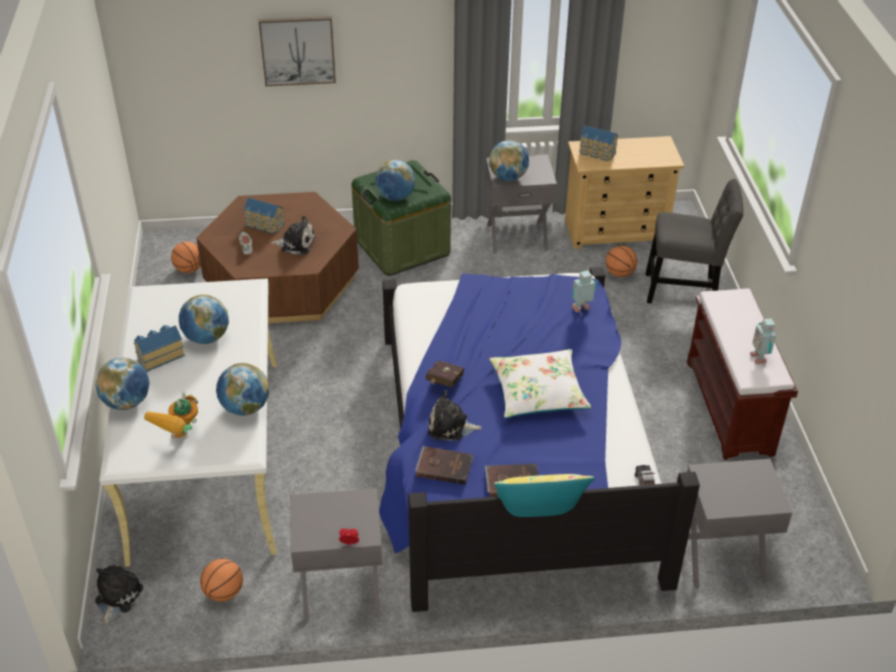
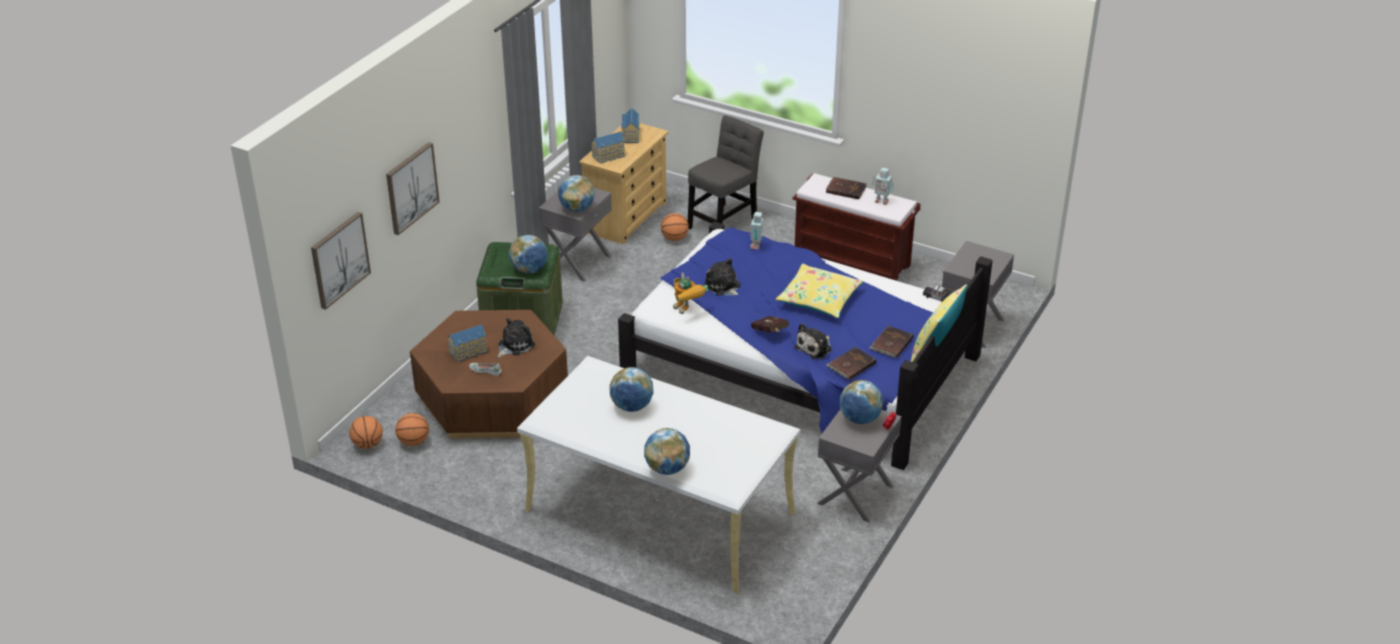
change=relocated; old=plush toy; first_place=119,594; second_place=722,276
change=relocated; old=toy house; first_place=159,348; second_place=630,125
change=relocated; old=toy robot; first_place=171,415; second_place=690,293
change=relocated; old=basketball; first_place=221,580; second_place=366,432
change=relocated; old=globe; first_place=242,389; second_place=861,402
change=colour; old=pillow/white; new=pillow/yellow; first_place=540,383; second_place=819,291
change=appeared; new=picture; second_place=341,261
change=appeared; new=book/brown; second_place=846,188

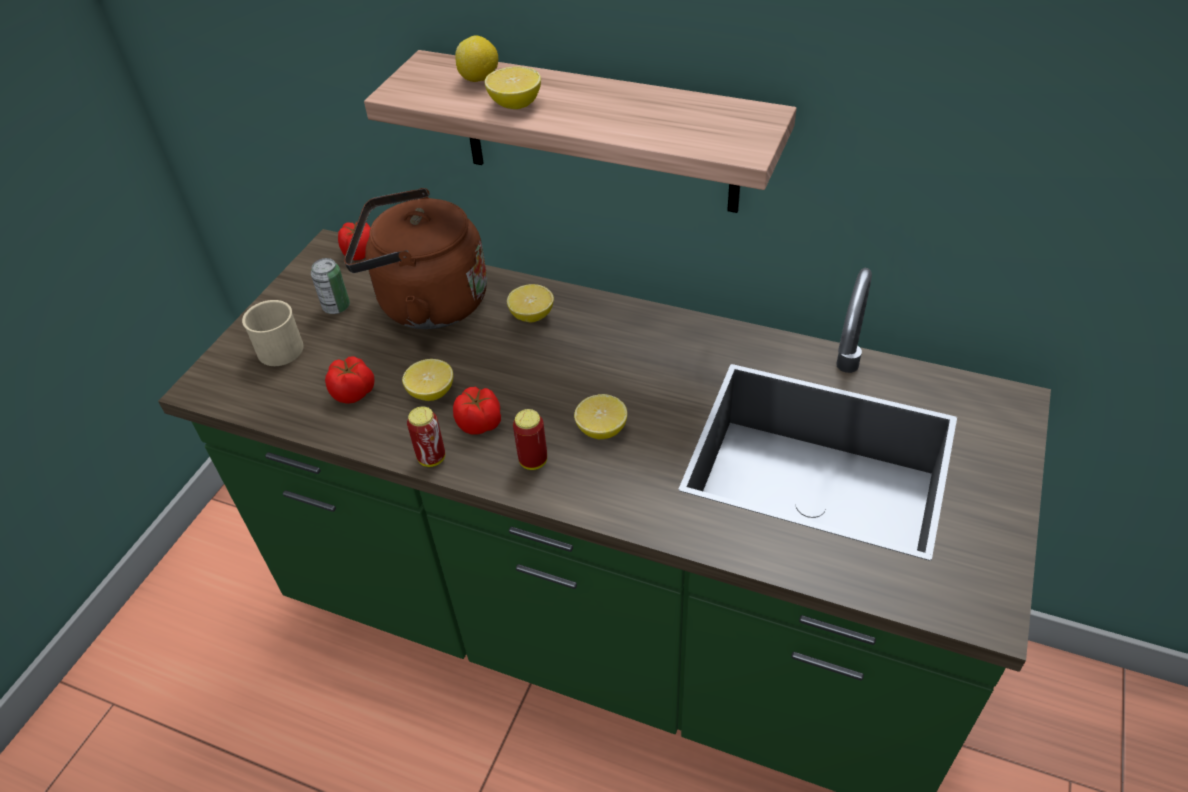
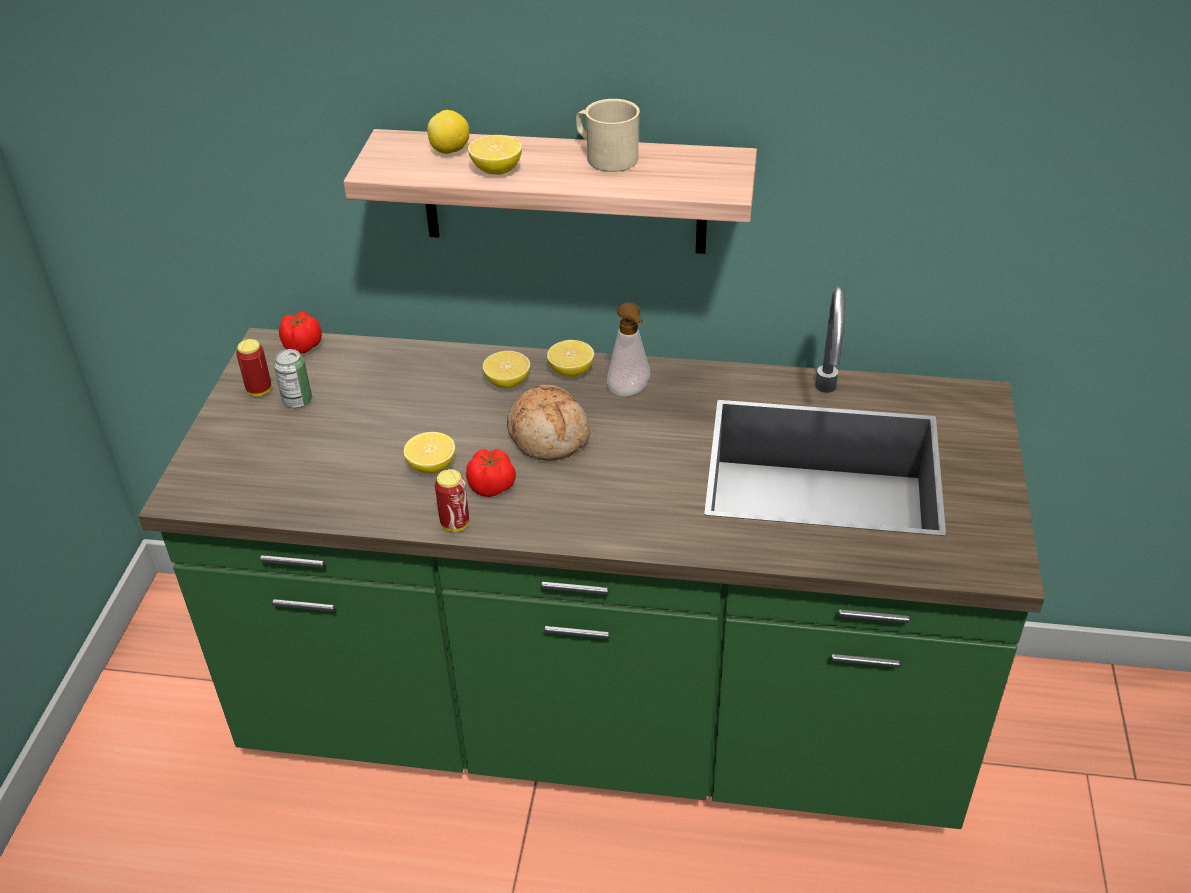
change=relocated; old=mug/beige; first_place=273,333; second_place=608,135
change=missing; old=tomato; first_place=350,380
change=missing; old=kettle/brown; first_place=415,258
change=relocated; old=can; first_place=530,439; second_place=254,367
change=relocated; old=lemon; first_place=600,416; second_place=570,358
change=appeared; new=bread; second_place=549,423
change=appeared; new=soap dispenser; second_place=628,349

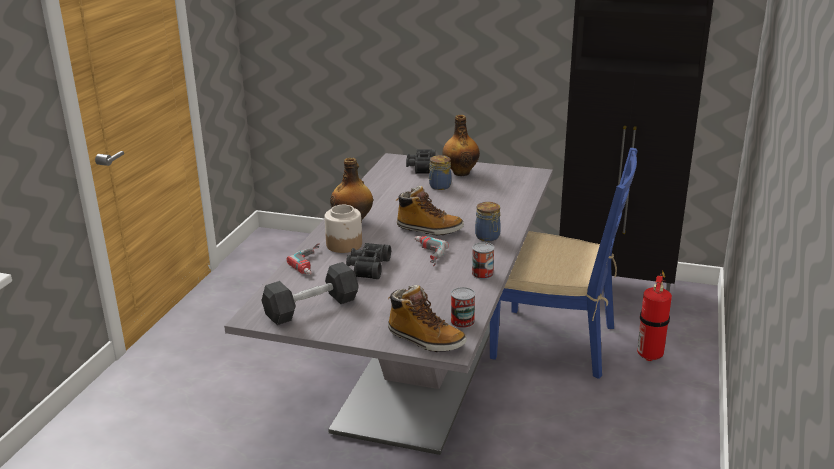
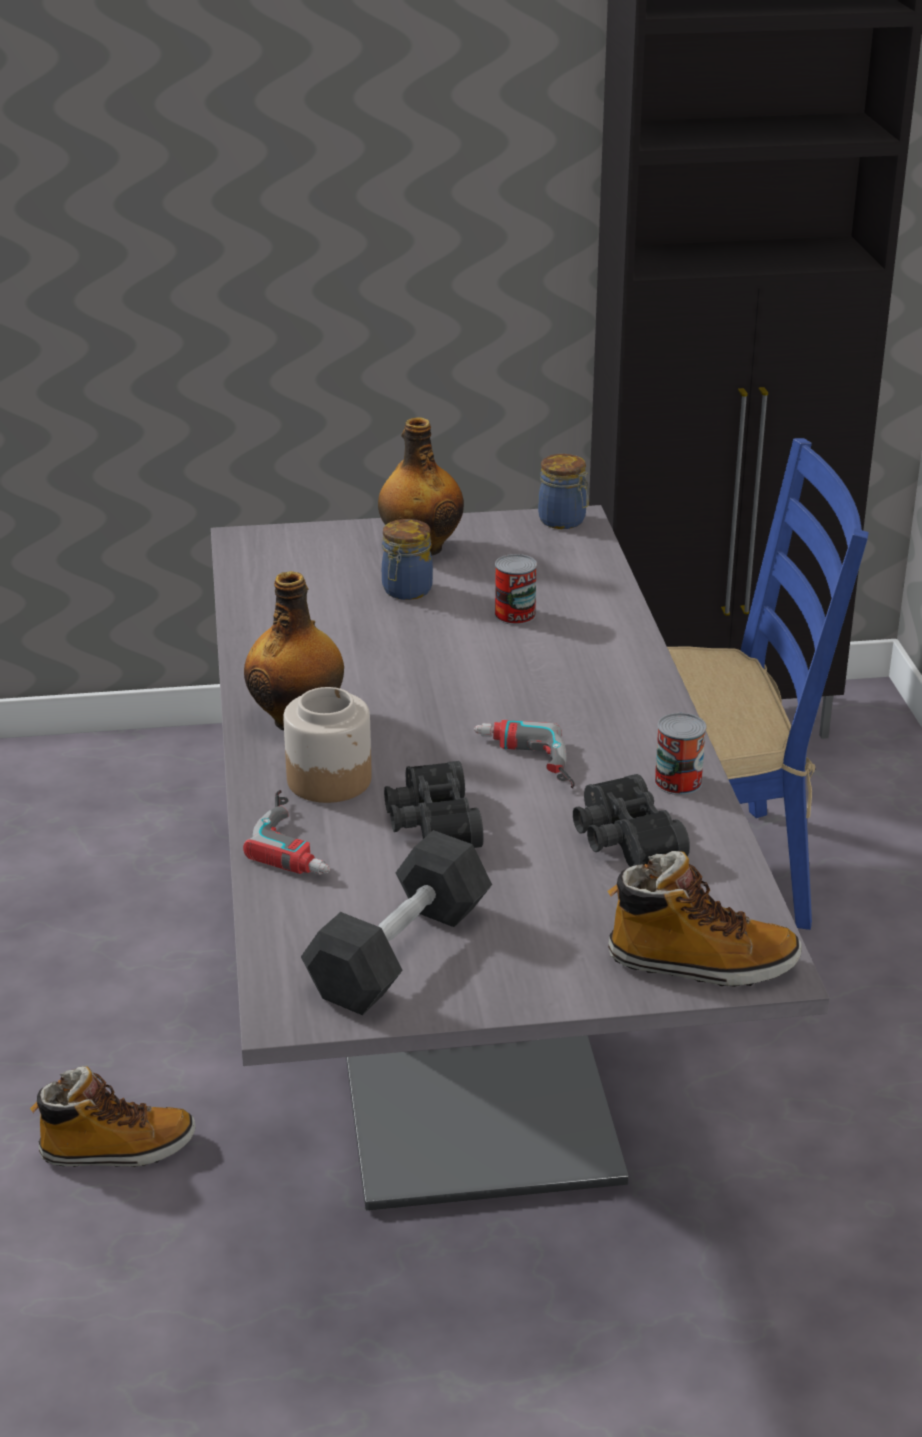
change=relocated; old=boot; first_place=430,211; second_place=112,1116
change=relocated; old=binoculars/black; first_place=420,161; second_place=631,820
change=relocated; old=can; first_place=463,307; second_place=516,589
change=relocated; old=jar; first_place=488,221; second_place=563,491
change=missing; old=fire extinguisher; first_place=654,316

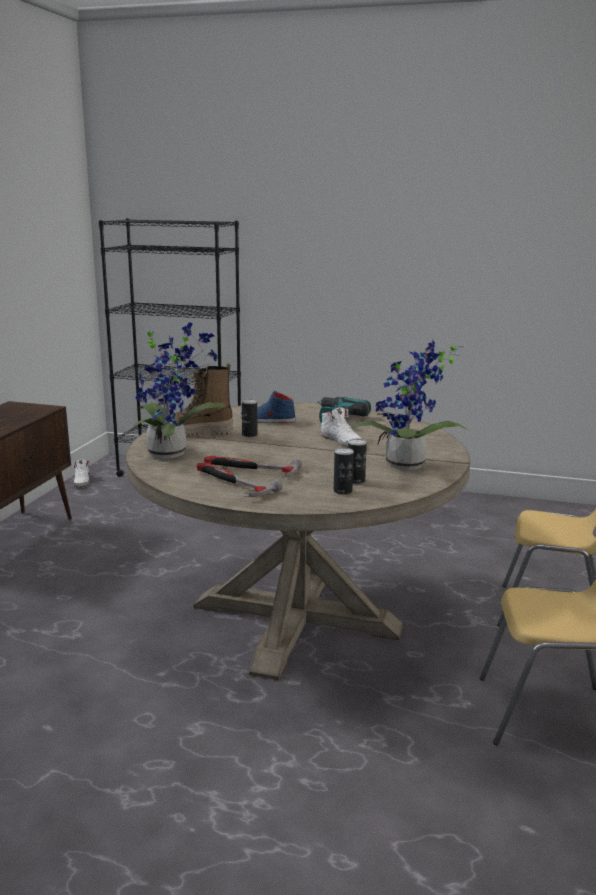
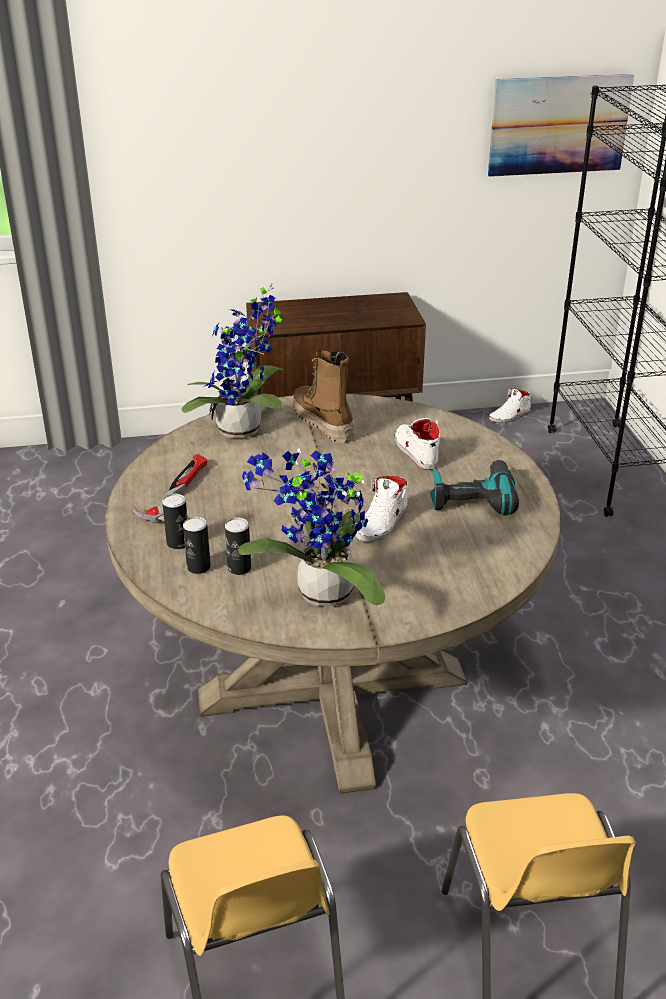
change=missing; old=hammer; first_place=253,466
change=colour; old=shoe/blue; new=shoe/white; first_place=268,407; second_place=417,444
change=relocated; old=can; first_place=250,418; second_place=175,521
change=appeared; new=picture; second_place=561,125

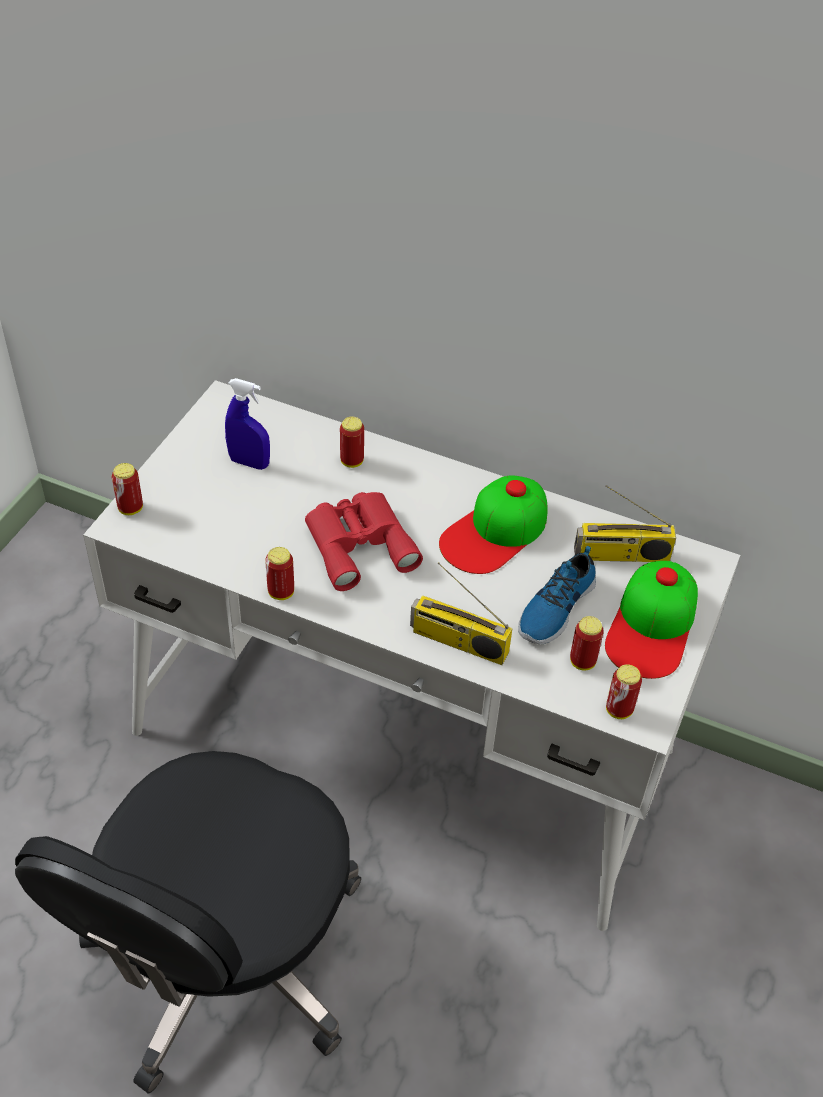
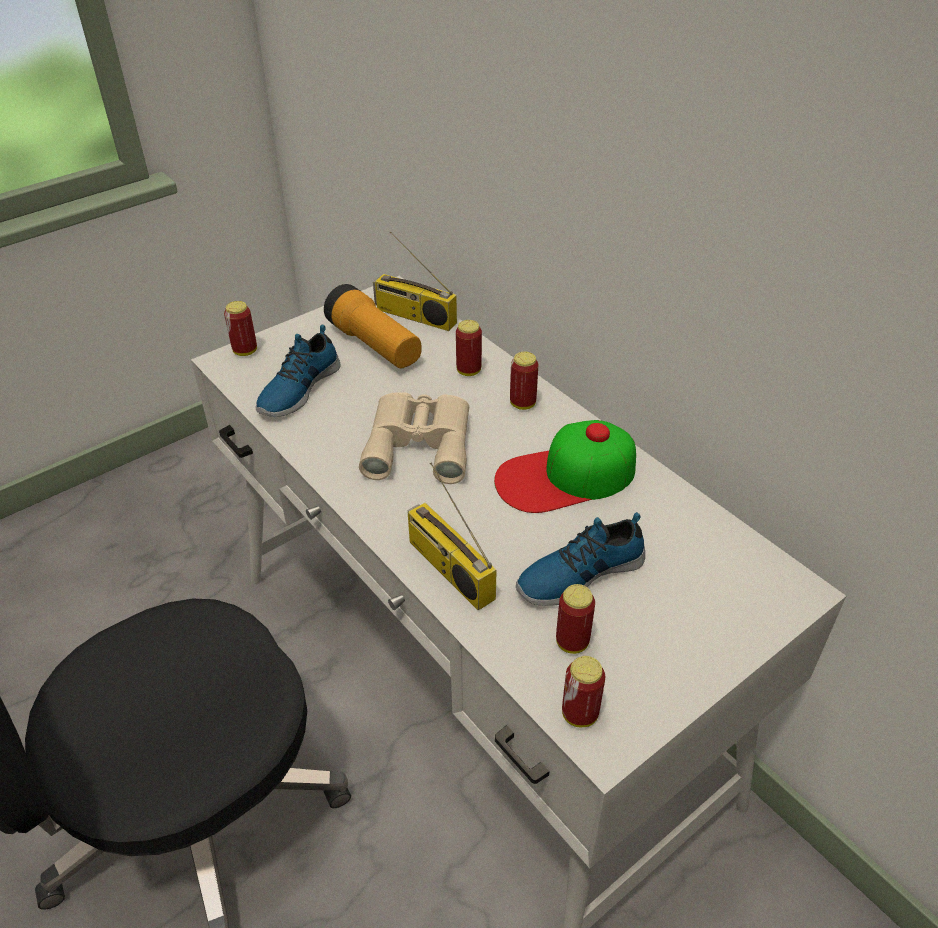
change=exchanged; old=spray bottle/blue; new=flashlight; first_place=247,424; second_place=373,326
change=relocated; old=can; first_place=279,573; second_place=524,380
change=colour; old=binoculars/red; new=binoculars/beige; first_place=364,541; second_place=414,438
change=relocated; old=radio; first_place=625,523; second_place=415,281
change=missing; old=cap; first_place=651,620
change=appeared; new=shoe; second_place=298,371

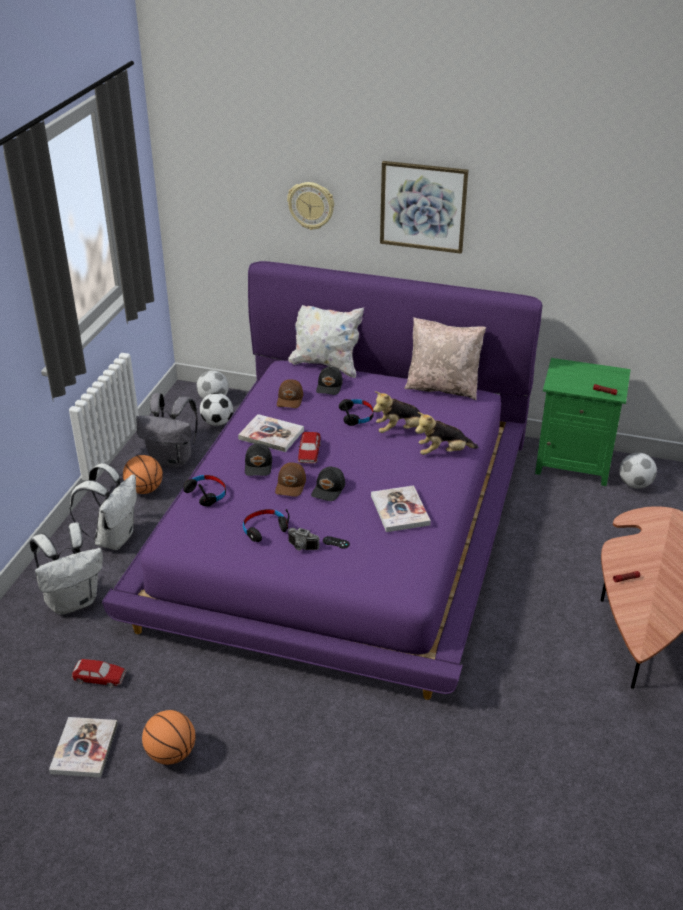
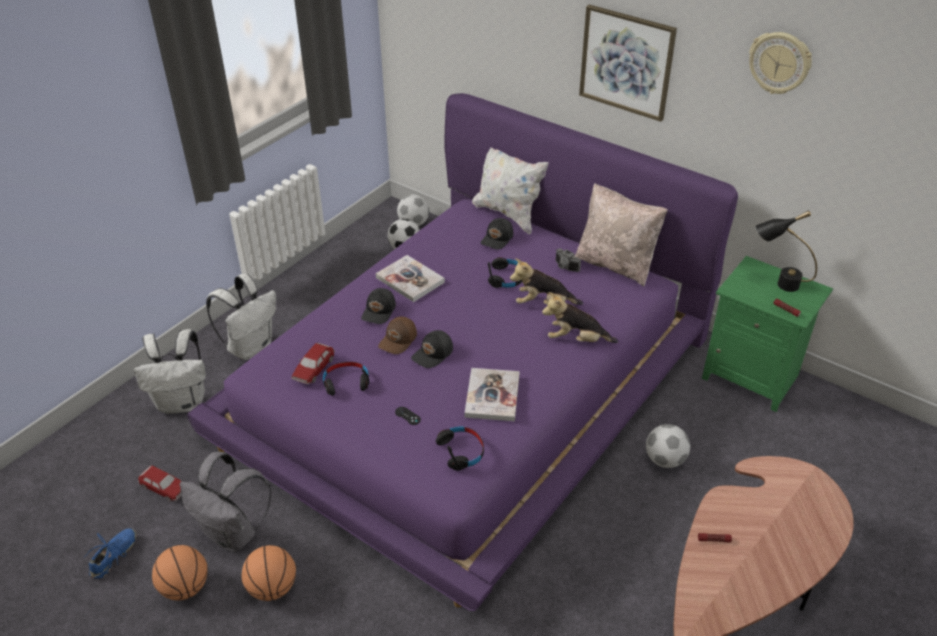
change=exchanged; old=book; new=shoe/blue; first_place=83,747; second_place=110,553
change=relocated; old=basketball; first_place=143,474; second_place=268,573
change=relocated; old=backpack/grey; first_place=167,430; second_place=225,502
change=relocated; old=headphones/black; first_place=204,490; second_place=460,448
change=missing; old=cap/brown; first_place=290,393
change=relocated; old=wall clock; first_place=310,206; second_place=780,63
change=relocated; old=photo camera; first_place=304,539; second_place=568,260
change=relocated; old=toy car; first_place=309,448; second_place=313,363
change=relocated; old=football; first_place=638,471; second_place=668,446
change=appeared; new=table lamp/black; second_place=786,251

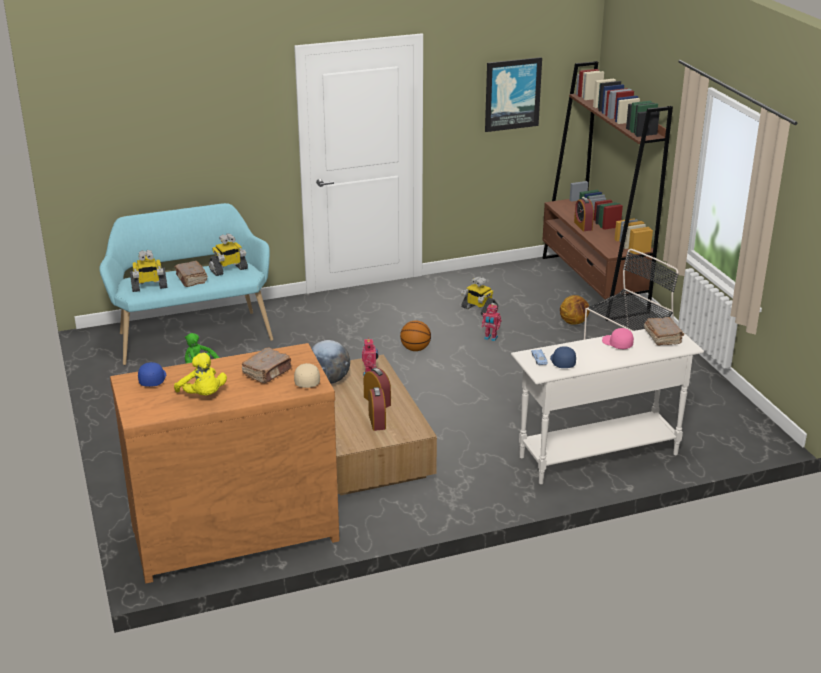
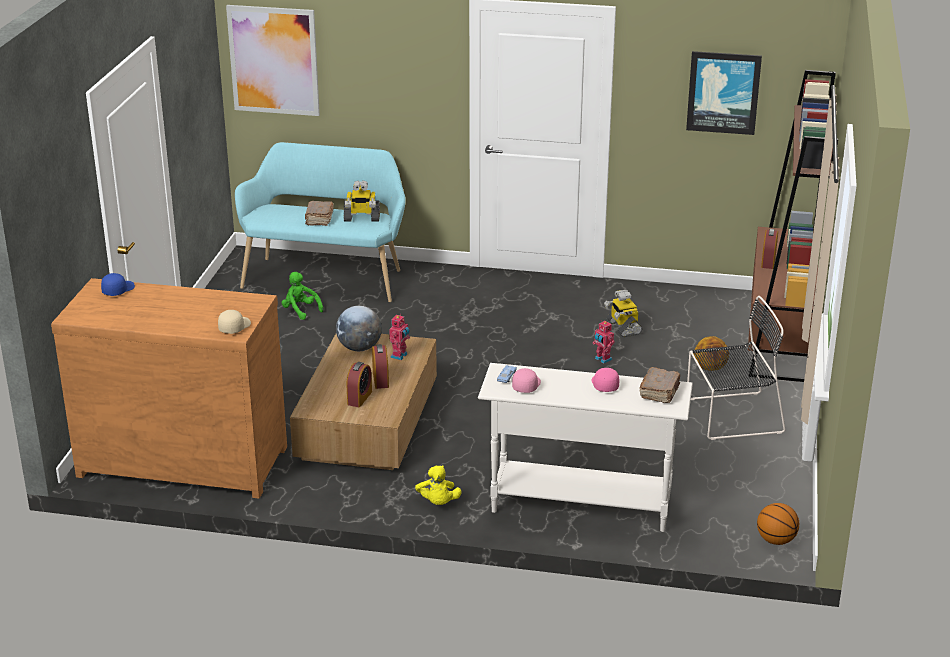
change=missing; old=toy robot; first_place=148,271
change=relocated; old=plush toy/yellow; first_place=200,374; second_place=438,485
change=missing; old=book/brown; first_place=267,365
change=relocated; old=basketball; first_place=415,336; second_place=778,524
change=colour; old=cap/blue; new=cap/pink; first_place=563,357; second_place=526,380
change=appeared; new=picture; second_place=273,60

